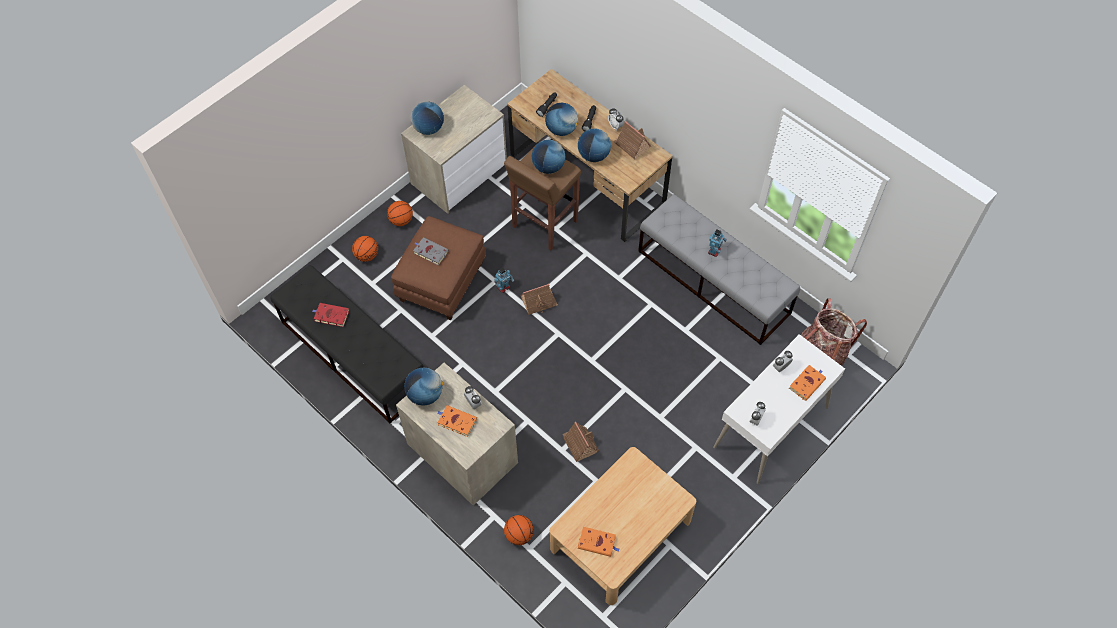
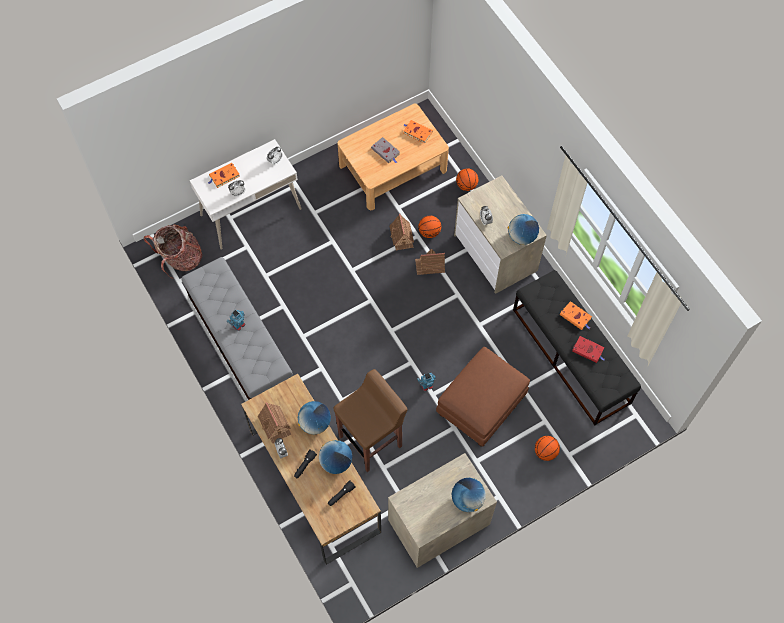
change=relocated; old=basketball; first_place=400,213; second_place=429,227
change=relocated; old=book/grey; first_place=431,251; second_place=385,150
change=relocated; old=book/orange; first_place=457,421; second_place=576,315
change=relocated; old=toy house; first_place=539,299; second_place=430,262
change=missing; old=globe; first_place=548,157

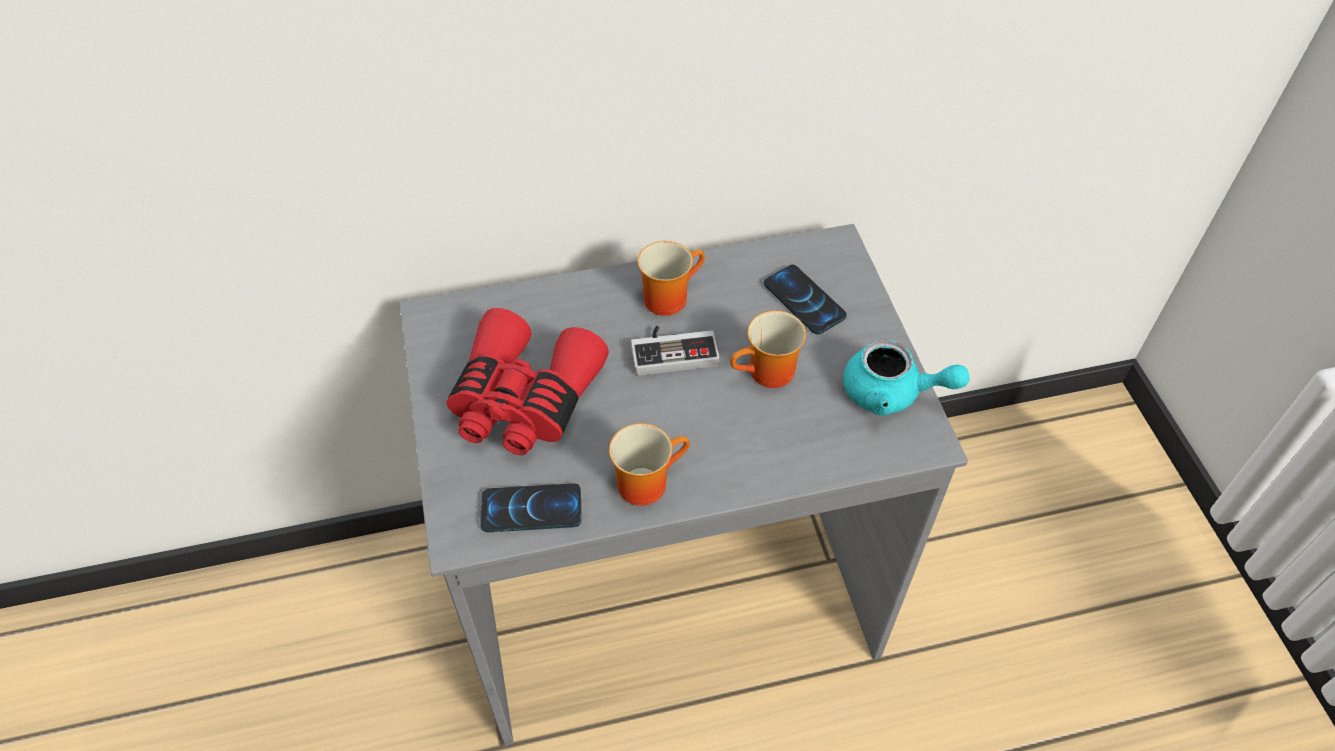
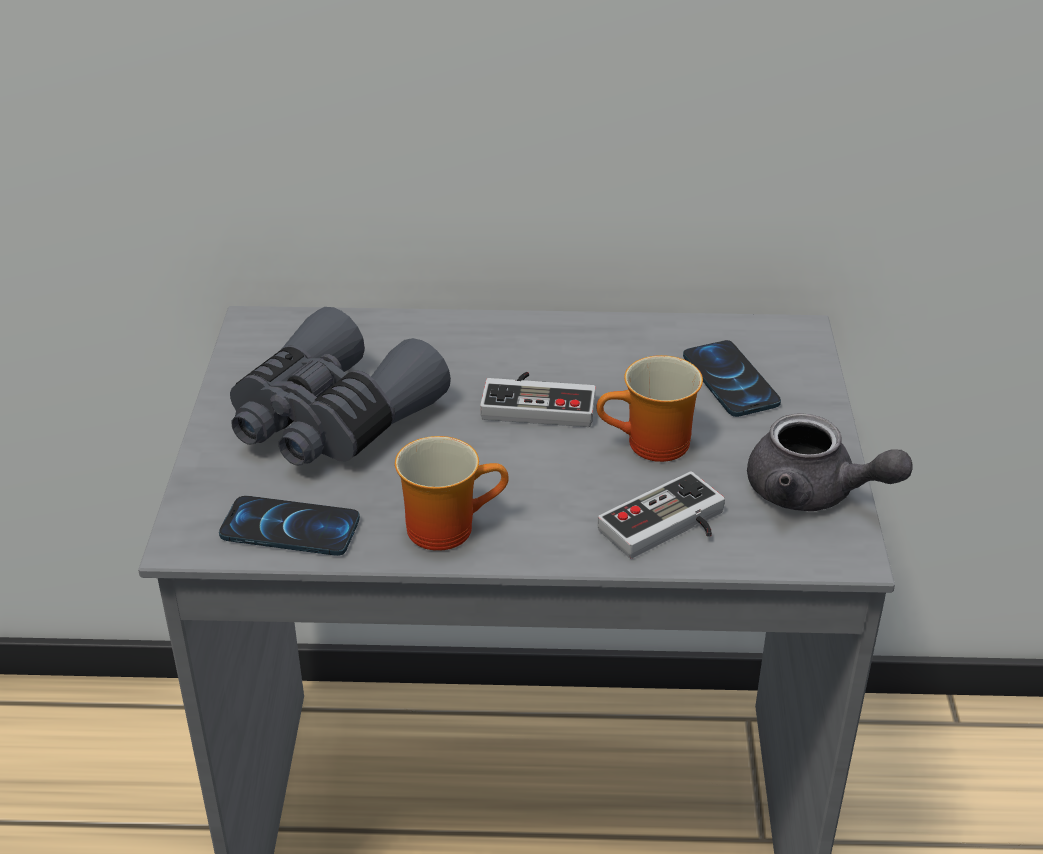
change=colour; old=binoculars/red; new=binoculars/grey; first_place=528,381; second_place=340,386
change=missing; old=mug; first_place=671,278
change=colour; old=teapot/turquoise; new=teapot/grey; first_place=906,378; second_place=829,462
change=appeared; new=game controller; second_place=661,515

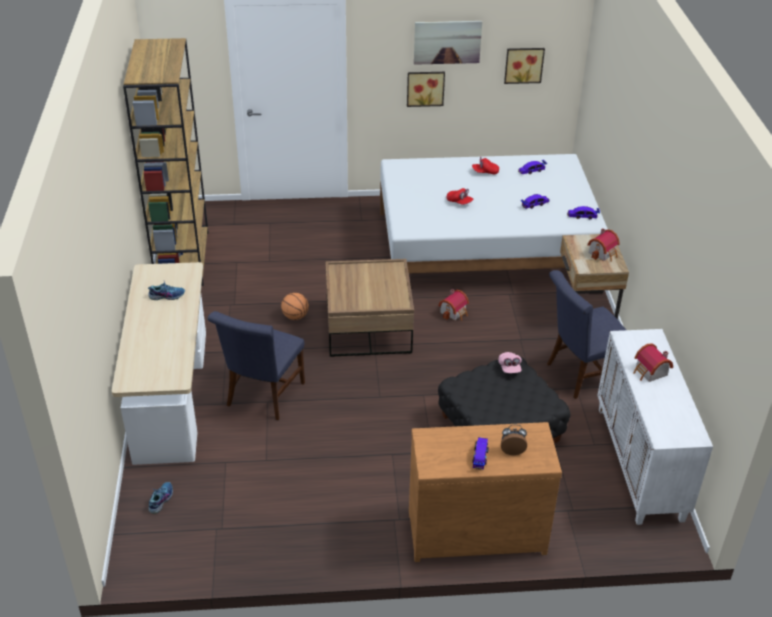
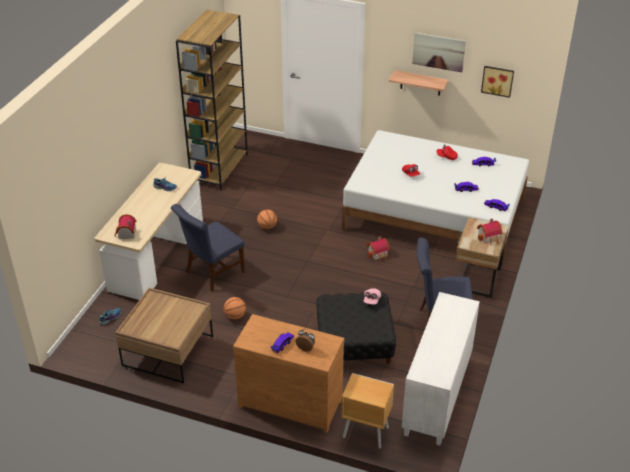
change=relocated; old=coffee table/brown; first_place=370,308; second_place=164,335
change=exchanged; old=picture; new=shelf; first_place=426,89; second_place=419,83
change=relocated; old=toy house; first_place=653,362; second_place=125,226
change=appeared; new=basketball; second_place=234,308
change=appeared; new=nightstand/brown; second_place=367,411

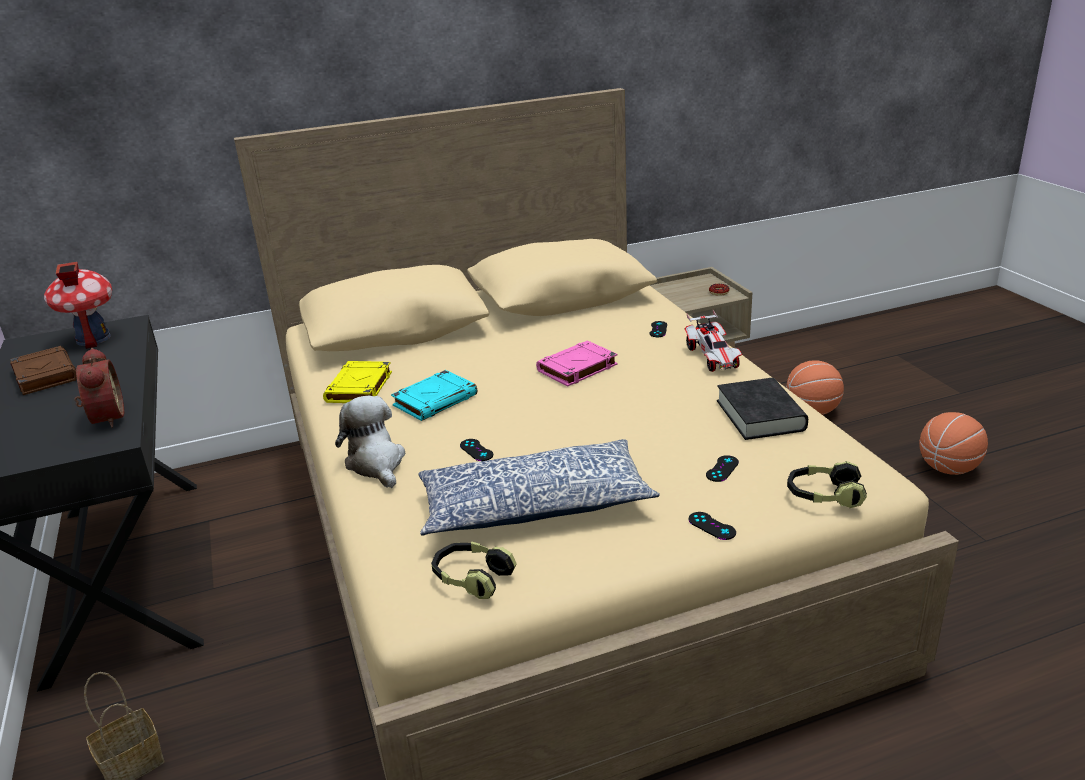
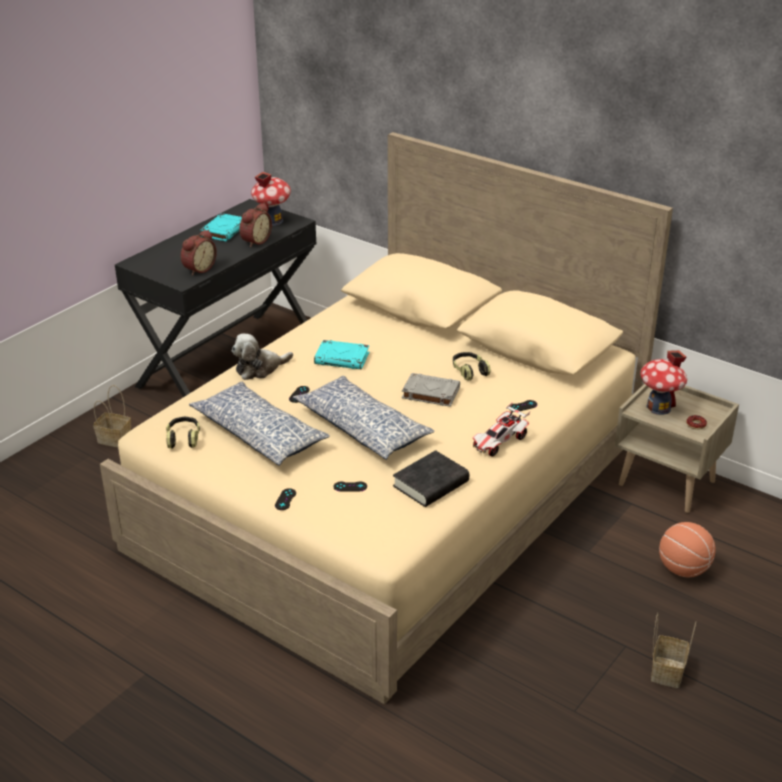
change=colour; old=book/brown; new=book/turquoise; first_place=43,370; second_place=221,227
change=missing; old=book/yellow; first_place=357,382
change=spun; old=plush toy; first_place=370,442; second_place=262,356; degrees=-150
change=colour; old=book/pink; new=book/grey; first_place=577,364; second_place=431,390
change=relocated; old=headphones; first_place=827,484; second_place=472,366
change=exchanged; old=basketball; new=basket; first_place=953,443; second_place=673,650
change=appeared; new=alarm clock; second_place=255,225
change=appeared; new=pillow; second_place=364,418
change=appeared; new=toy house; second_place=663,382

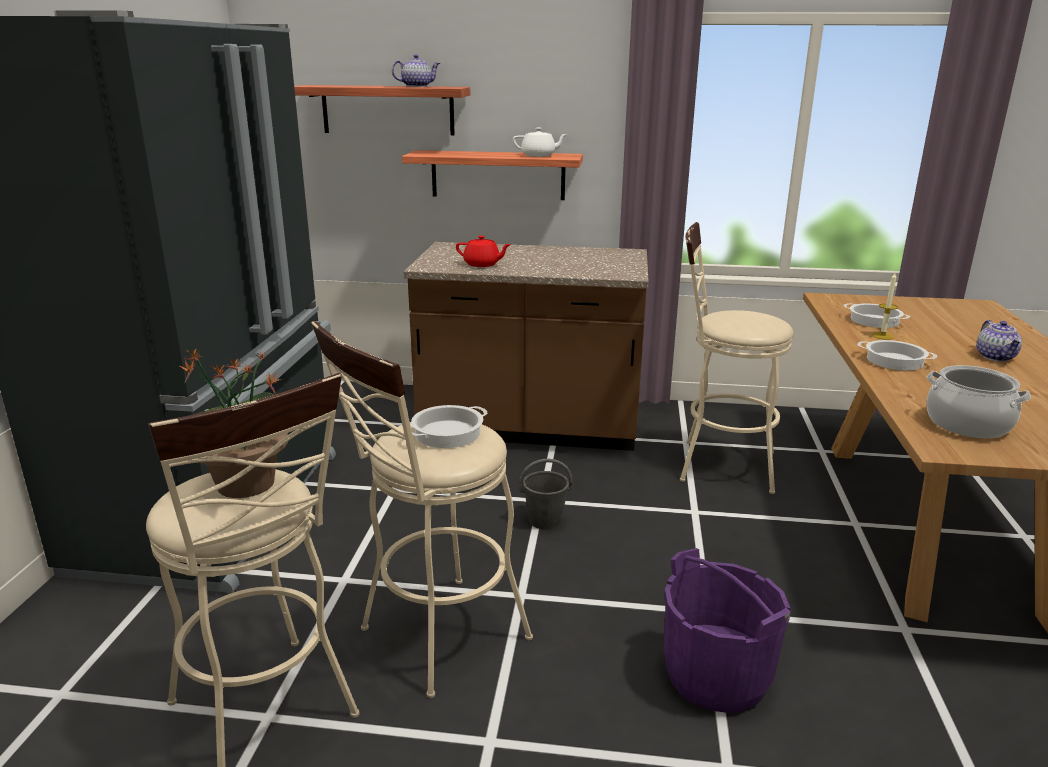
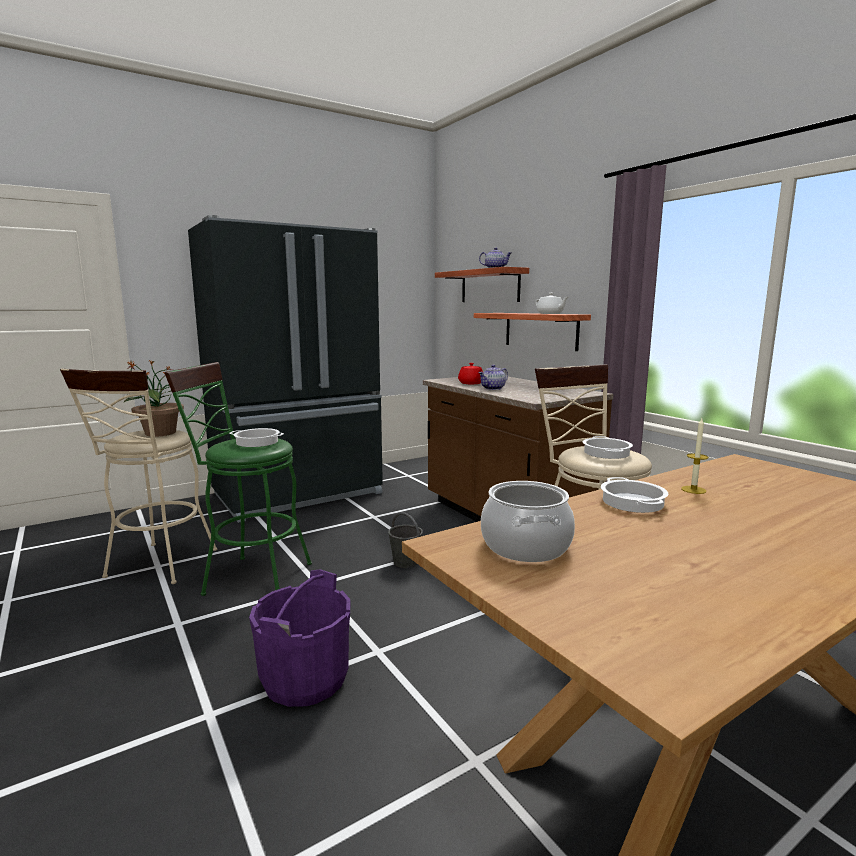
change=colour; old=stool/beige; new=stool/green; first_place=422,509; second_place=238,479
change=relocated; old=cooking pot; first_place=876,315; second_place=608,447
change=relocated; old=teapot; first_place=999,340; second_place=493,377

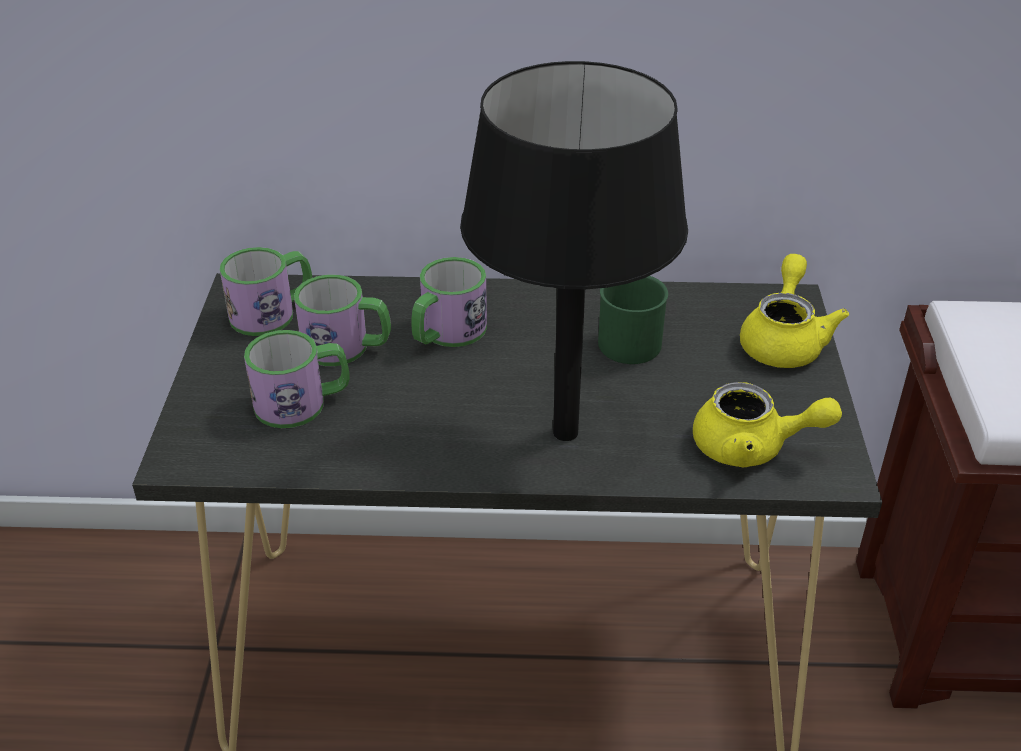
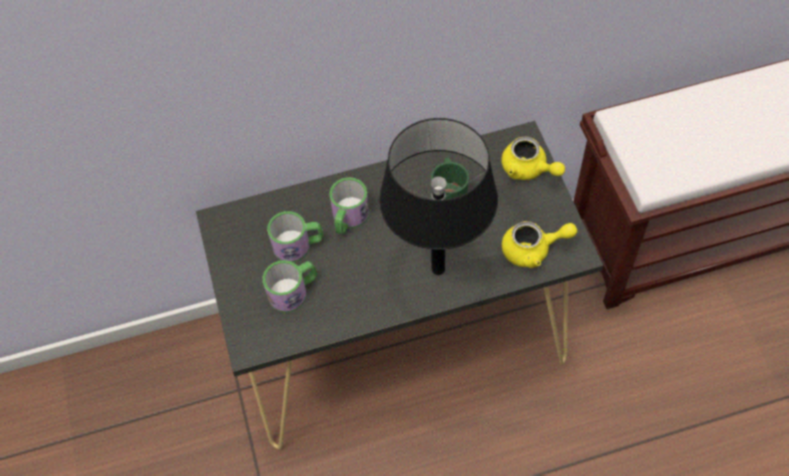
change=missing; old=mug; first_place=266,291
change=spun; old=teapot/yellow; first_place=794,311; second_place=533,158; degrees=135

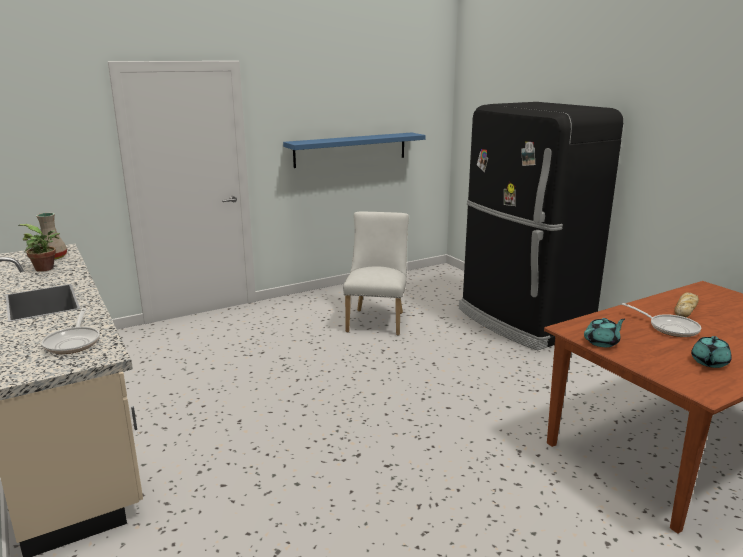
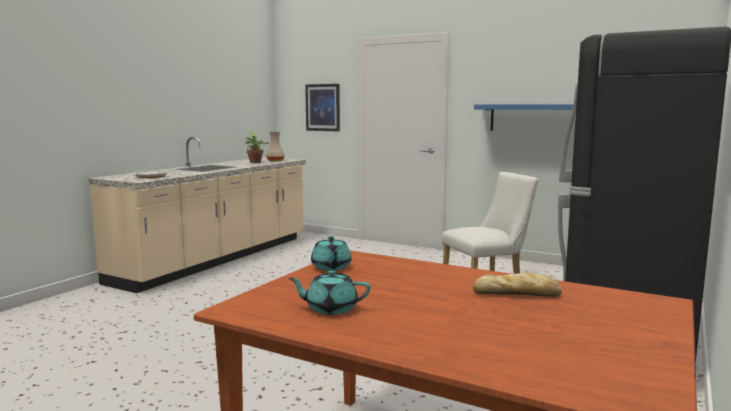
change=spun; old=teapot/turquoise; first_place=604,332; second_place=331,253; degrees=45
change=missing; old=frying pan; first_place=661,320
change=appeared; new=picture; second_place=322,107

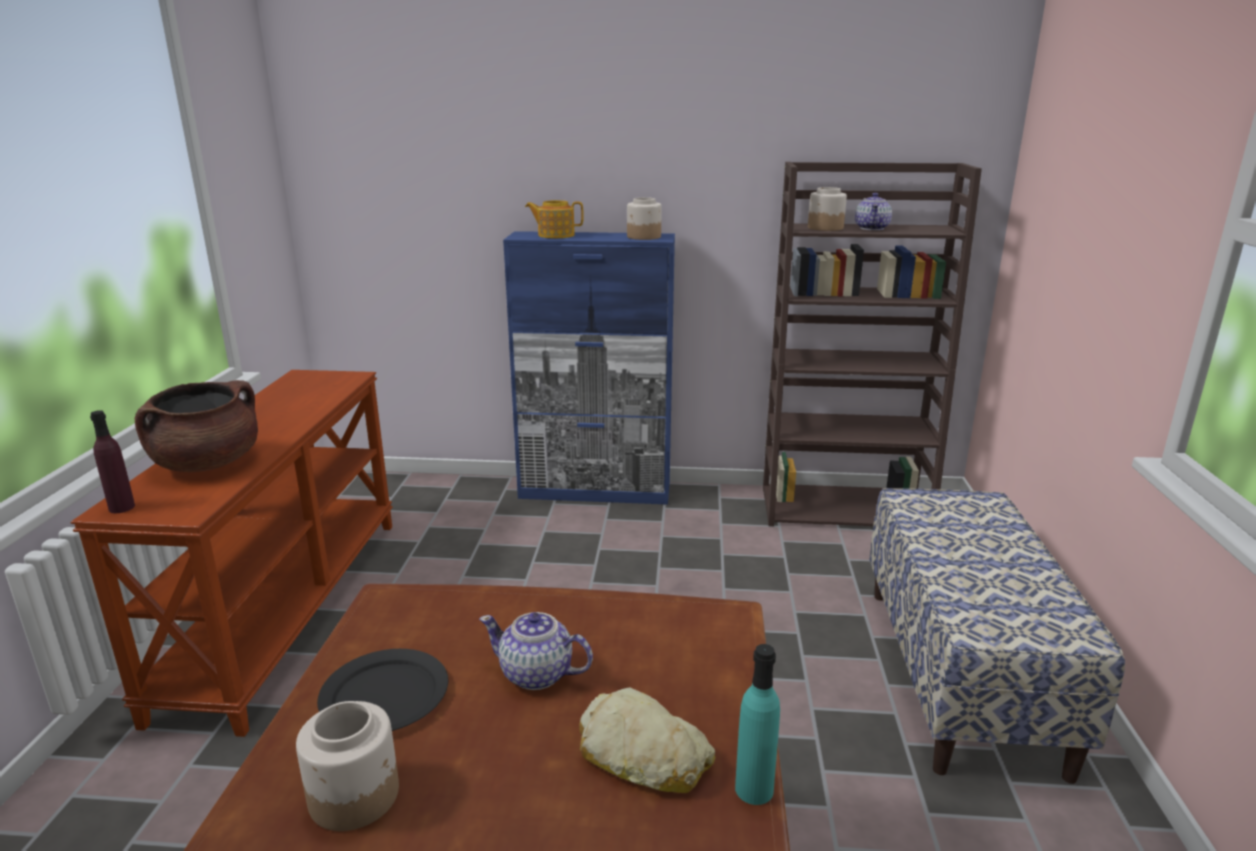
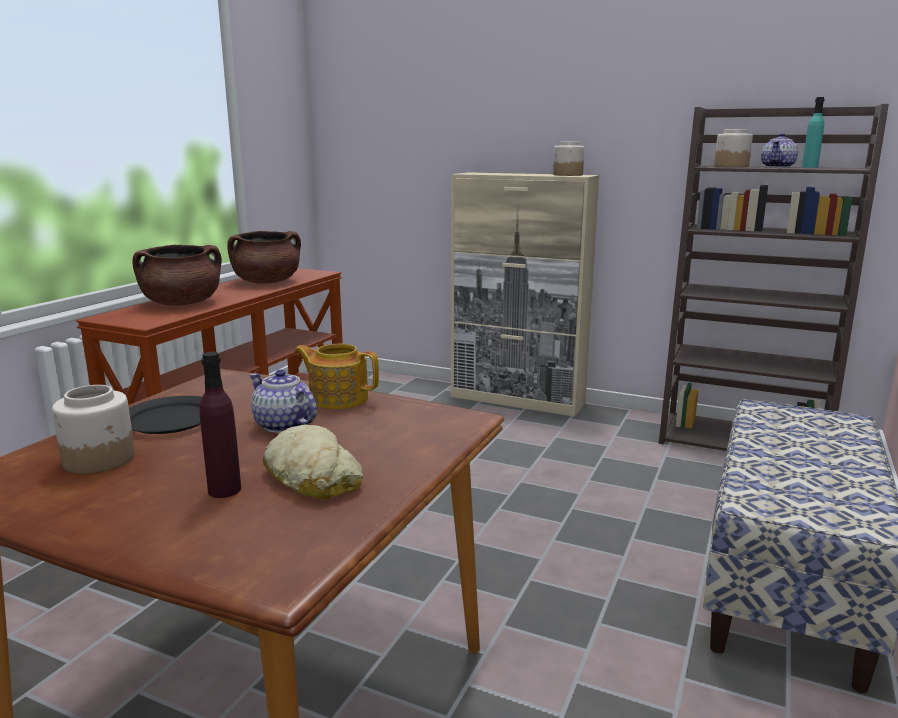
change=relocated; old=bottle/purple; first_place=112,461; second_place=220,425
change=colour; old=cabinet/blue; new=cabinet/beige; first_place=589,368; second_place=525,294
change=relocated; old=teapot; first_place=554,219; second_place=336,376
change=relocated; old=bottle/turquoise; first_place=757,724; second_place=813,132
change=appeared; new=cooking pot/brown; second_place=264,257

